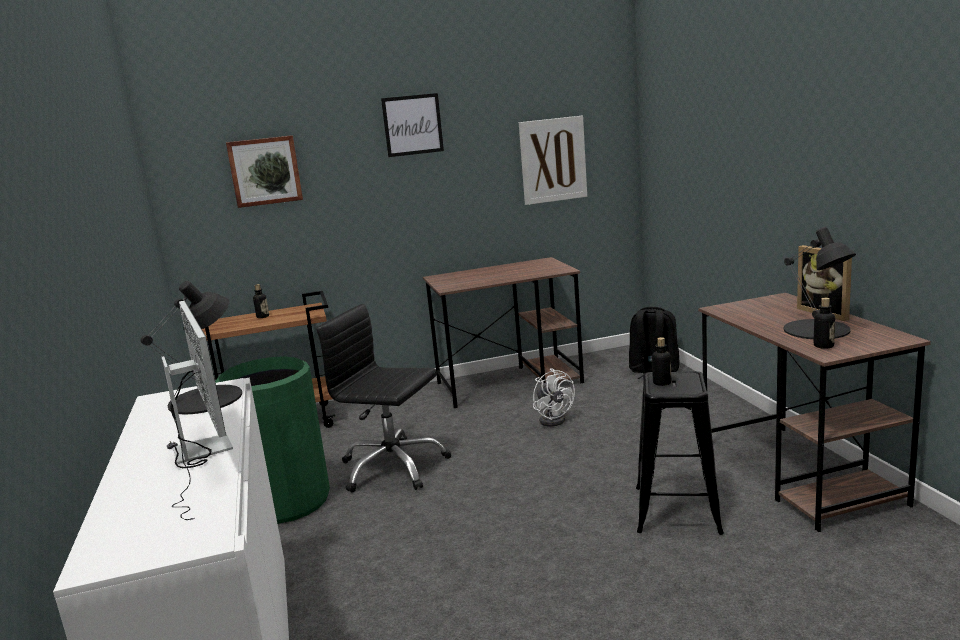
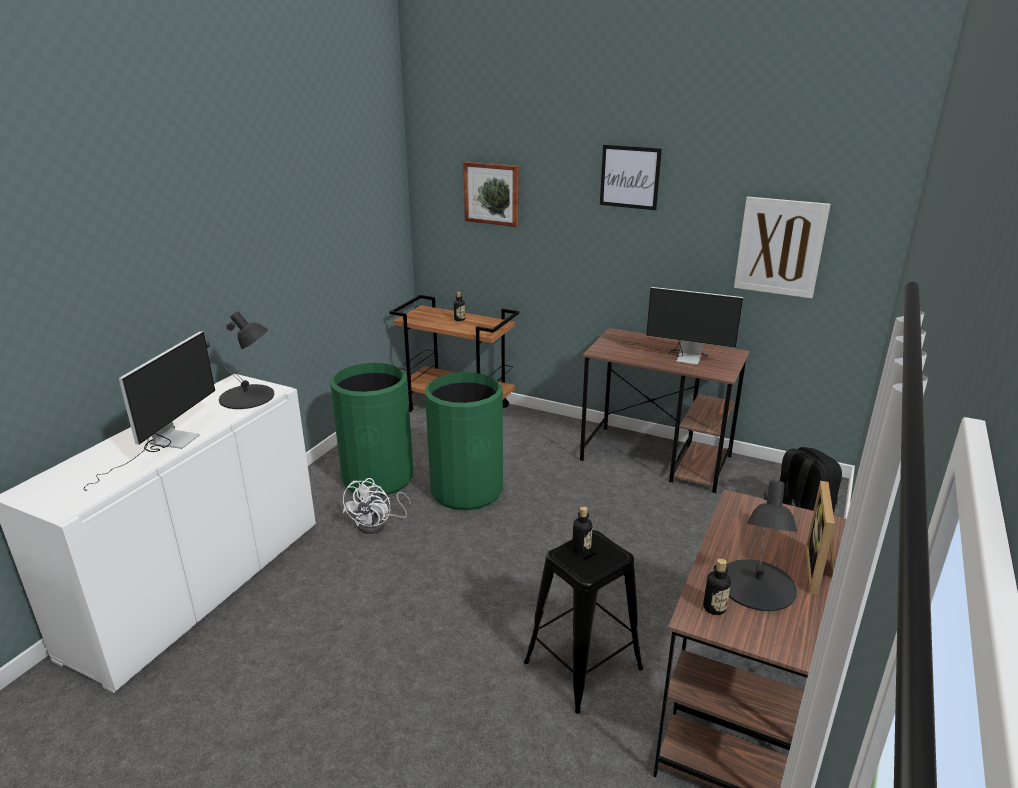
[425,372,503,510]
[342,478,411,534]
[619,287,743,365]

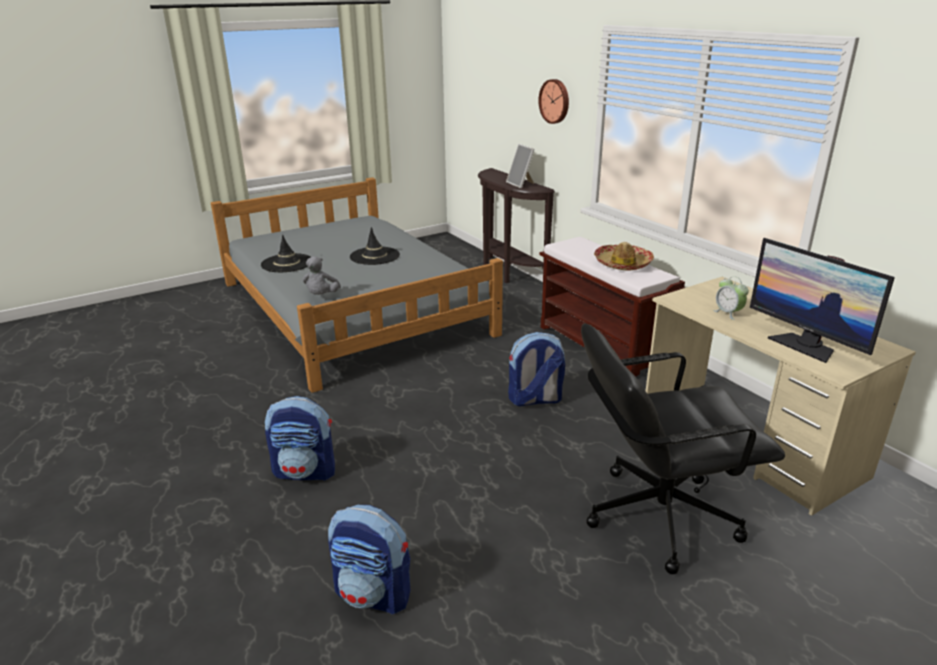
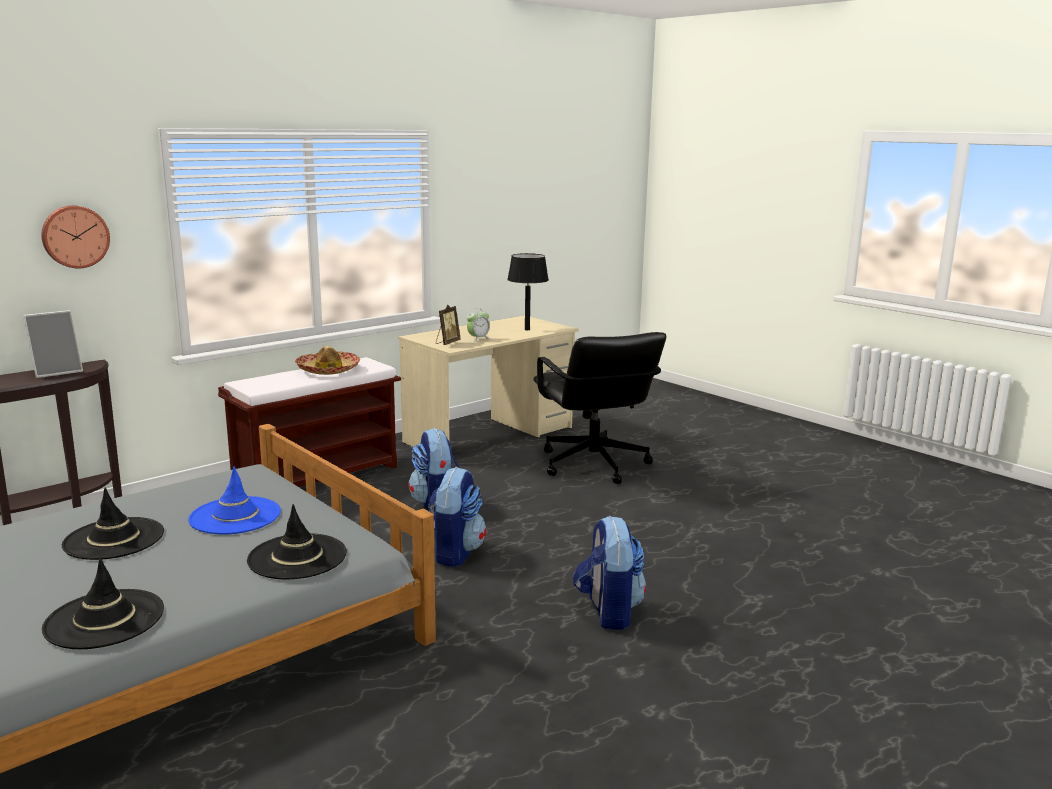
[507,253,549,330]
[247,504,347,580]
[428,467,487,567]
[436,304,460,345]
[188,466,281,535]

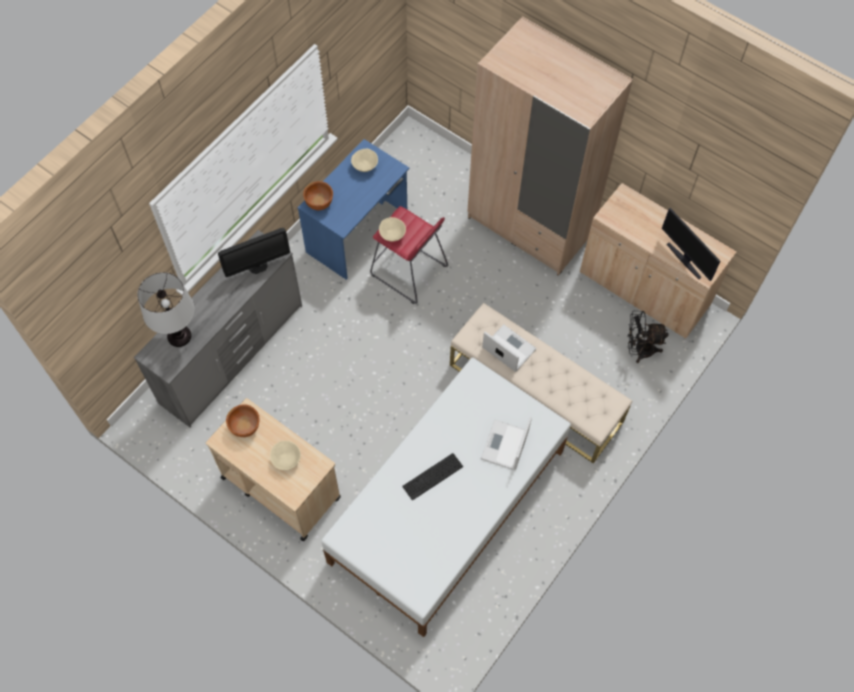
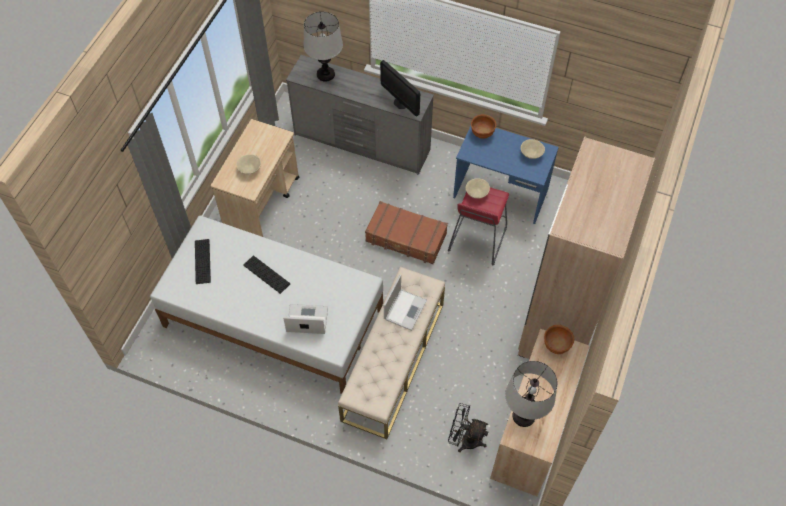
[505,361,557,427]
[448,403,488,452]
[544,325,574,354]
[365,201,448,264]
[195,239,211,284]

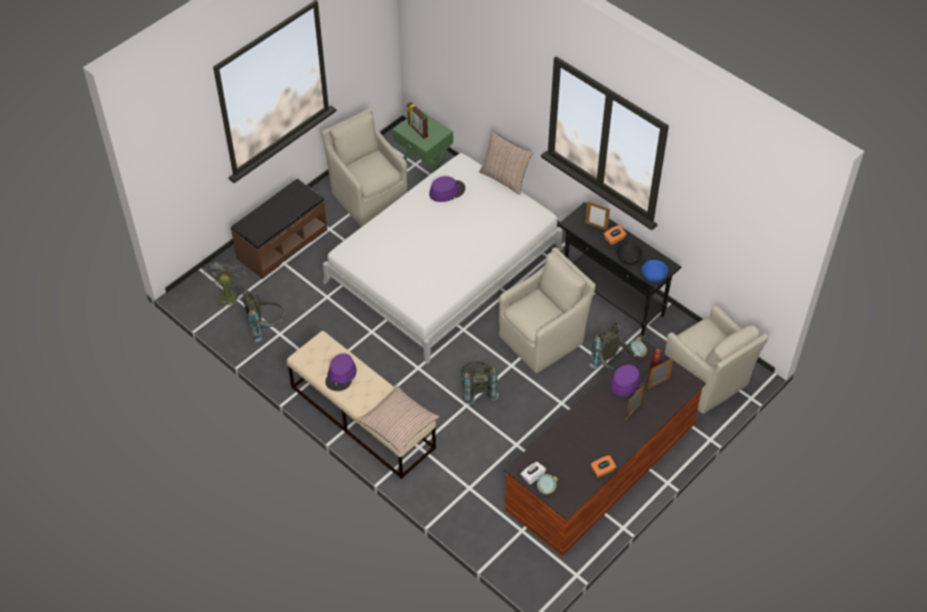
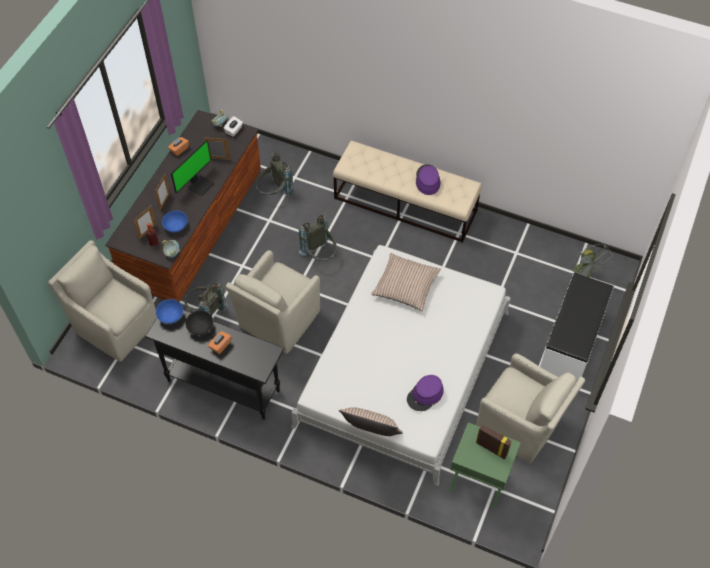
[540,273,614,380]
[204,137,230,160]
[256,152,293,196]
[162,211,188,233]
[371,253,441,311]
[171,140,214,196]

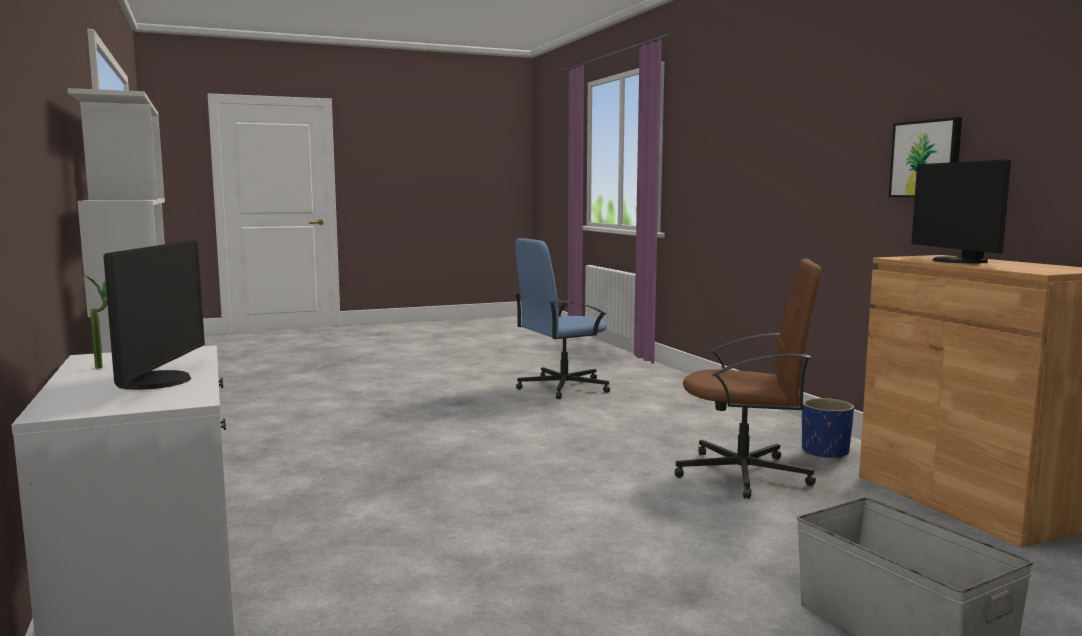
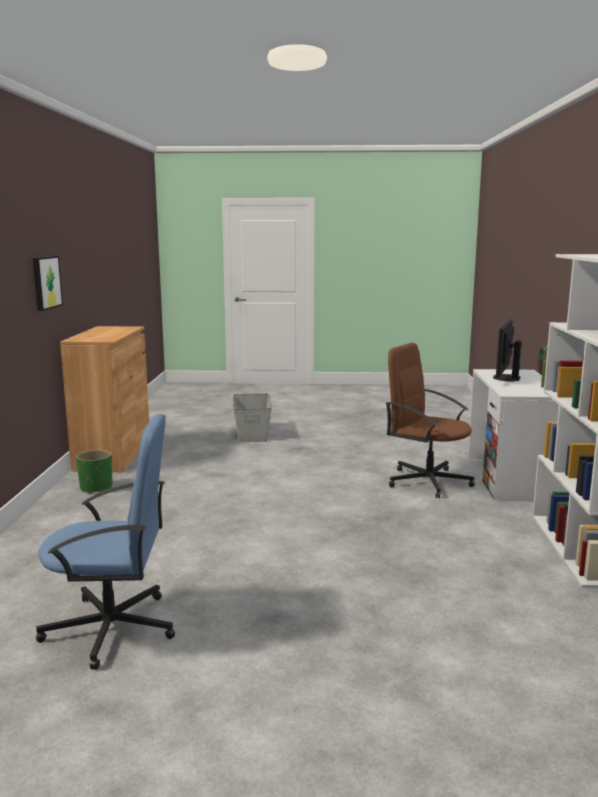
[911,159,1011,264] (first image)
[386,343,475,498]
[76,450,113,494]

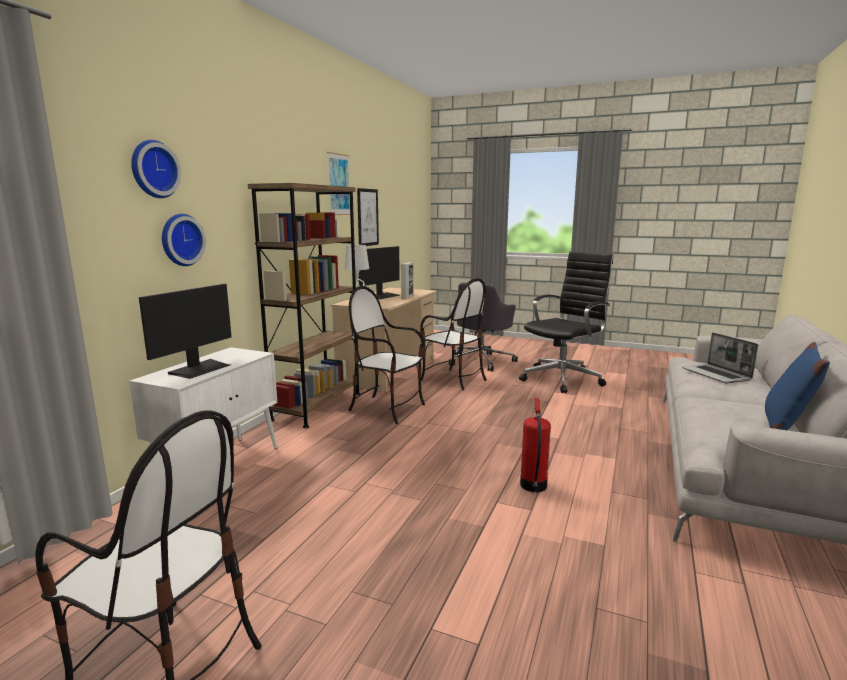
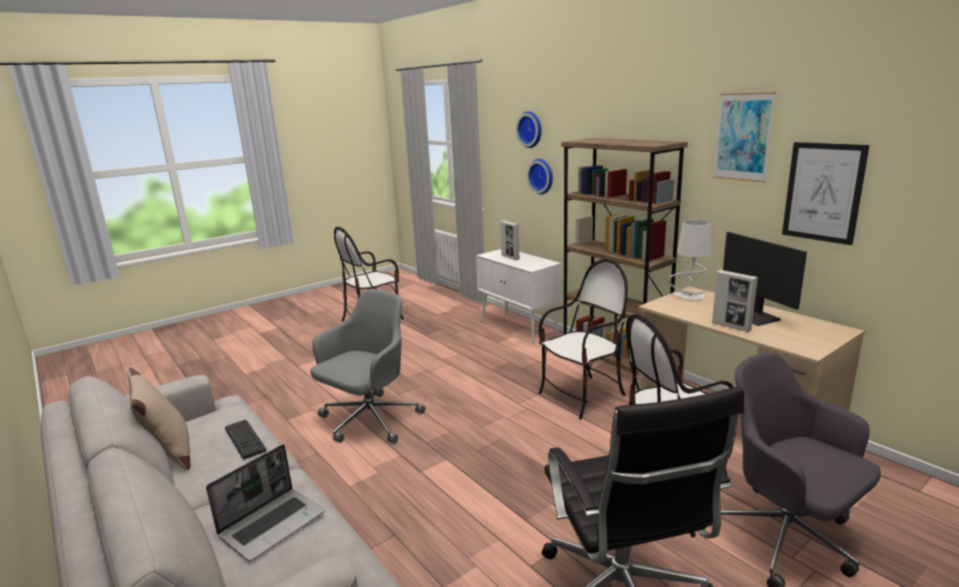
[500,220,520,260]
[206,444,325,561]
[127,368,190,470]
[310,289,425,444]
[225,420,267,460]

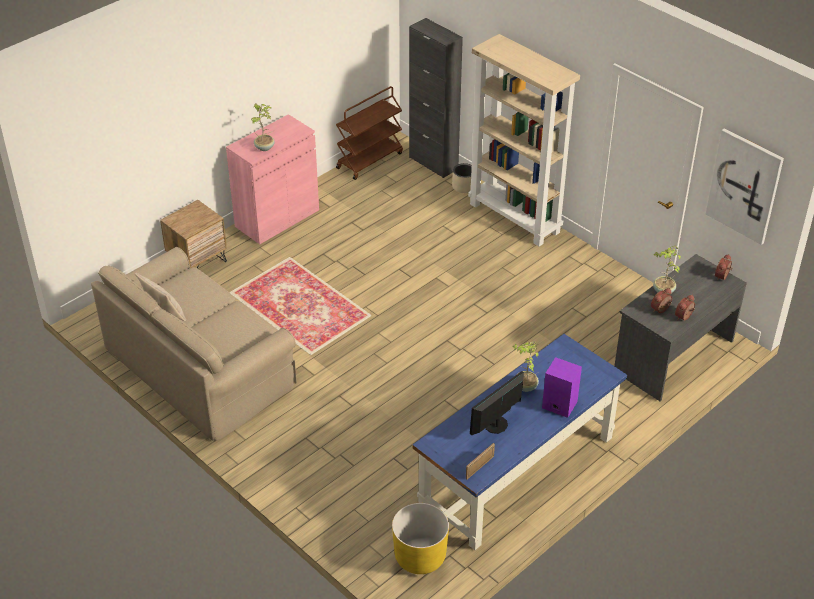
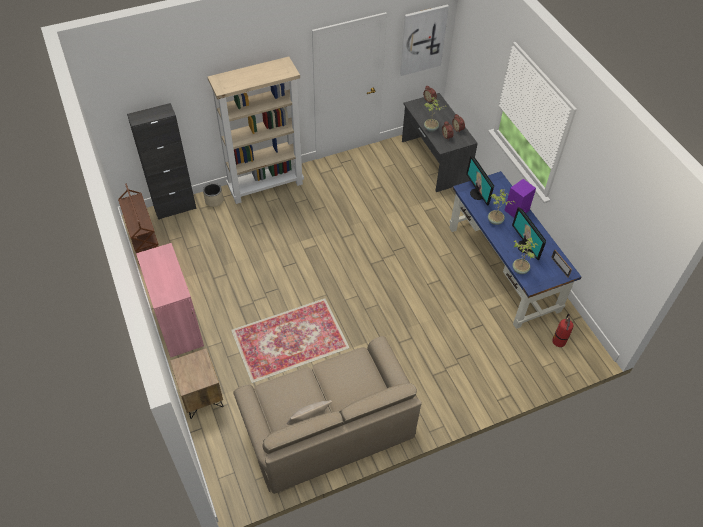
[512,238,539,274]
[552,314,573,347]
[466,156,494,206]

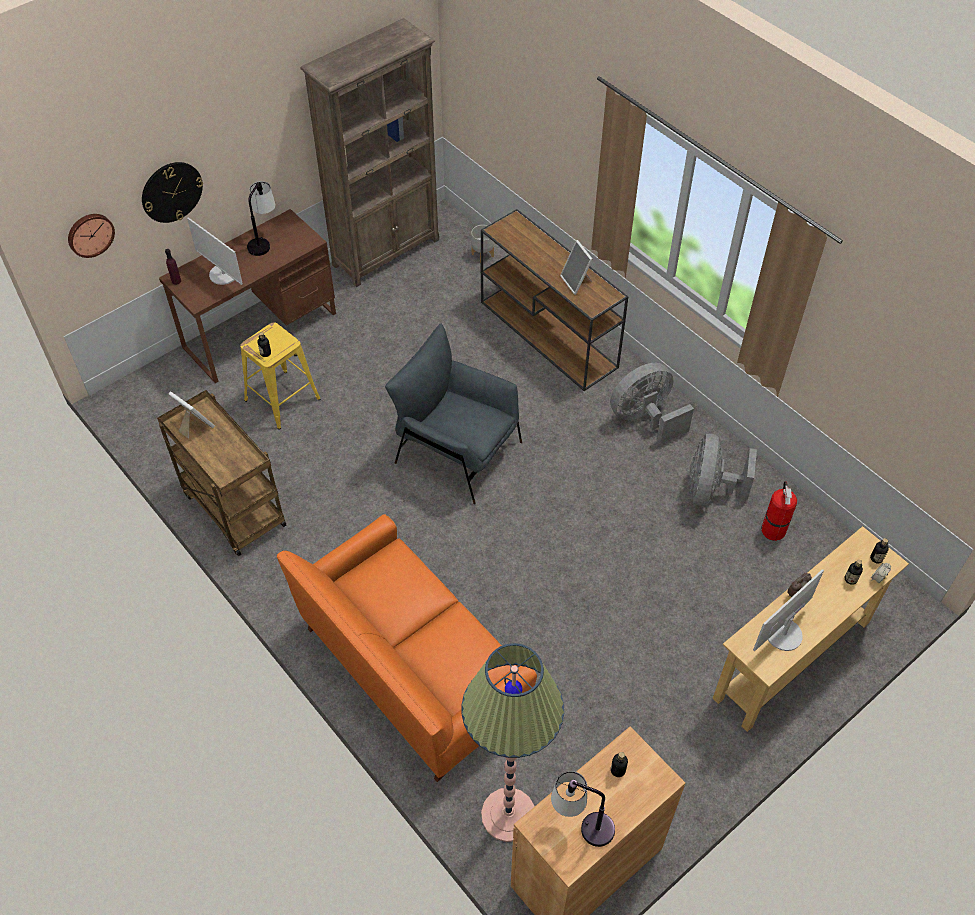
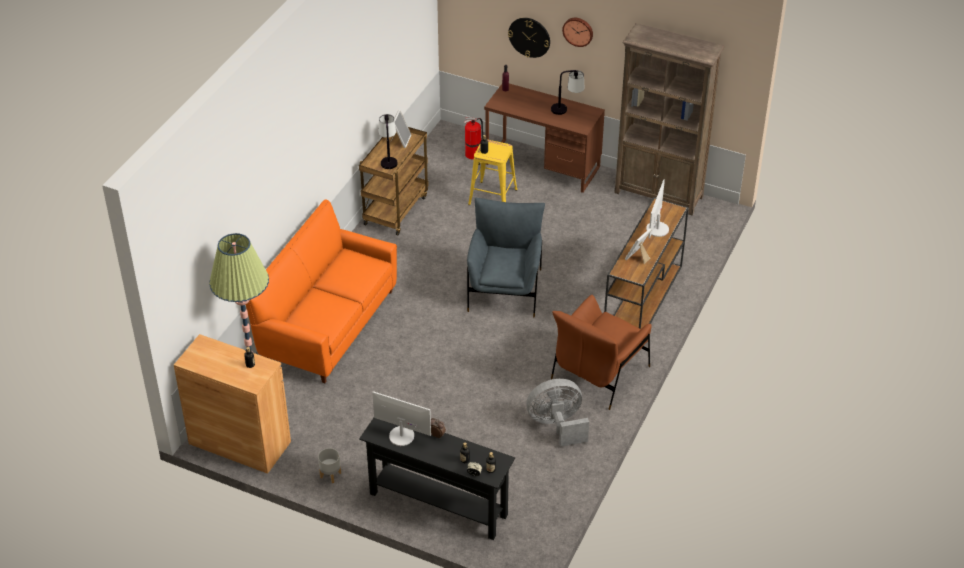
[562,18,593,47]
[646,179,669,239]
[318,448,341,483]
[551,295,652,410]
[464,117,483,160]
[359,418,515,540]
[378,114,398,169]

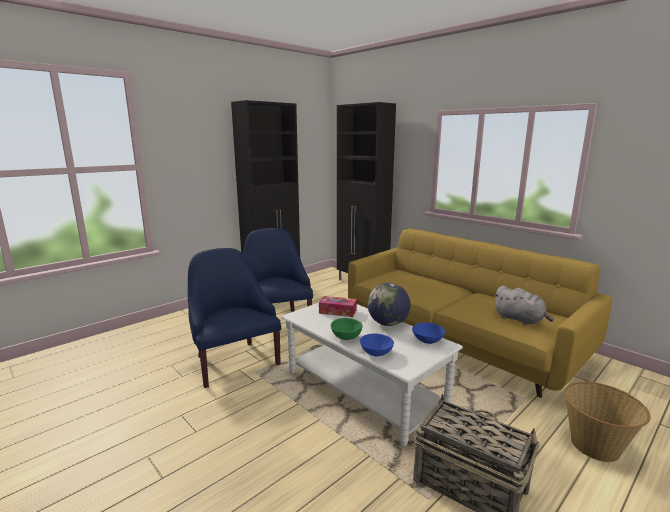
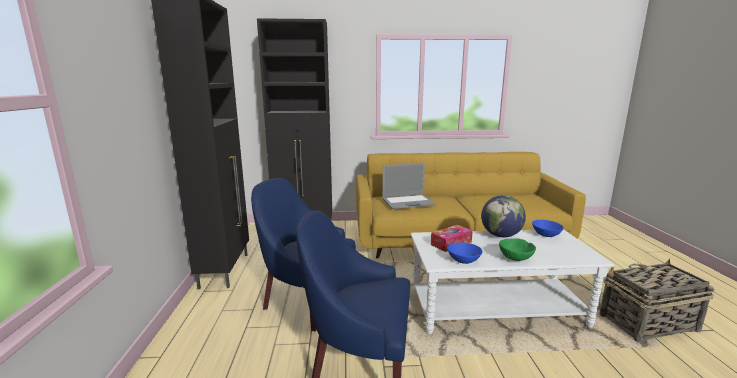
[494,286,554,325] (first image)
[447,242,483,264]
[564,382,651,462] (first image)
[382,163,436,209]

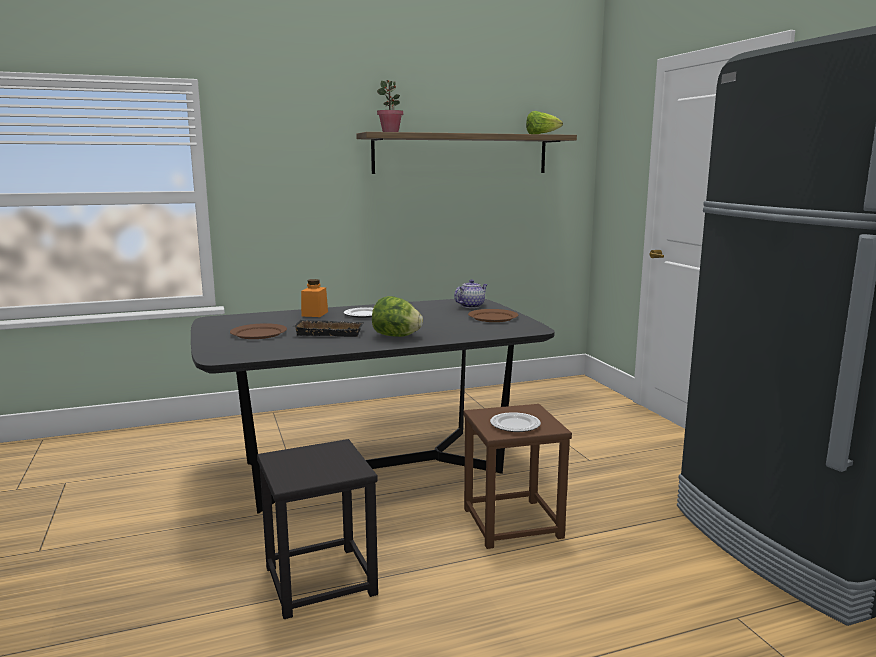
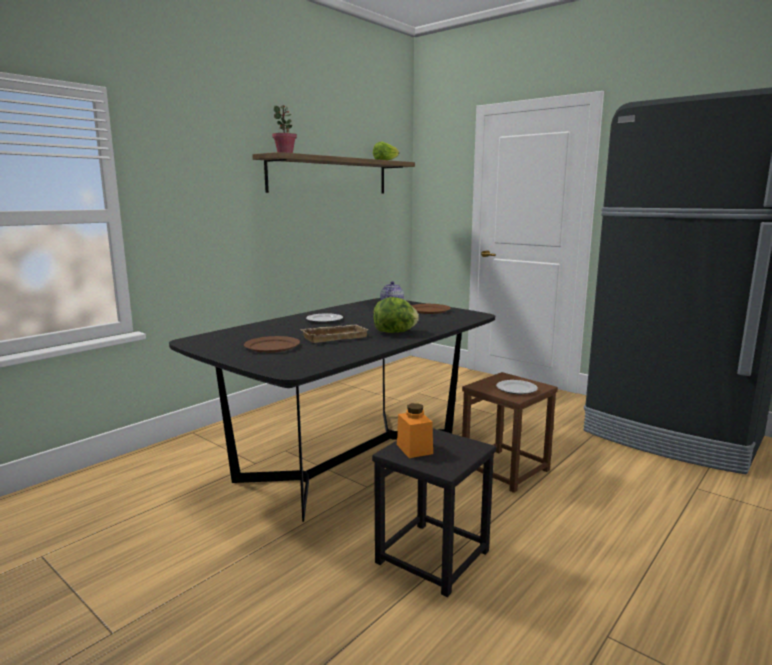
[397,403,433,458]
[300,324,369,343]

